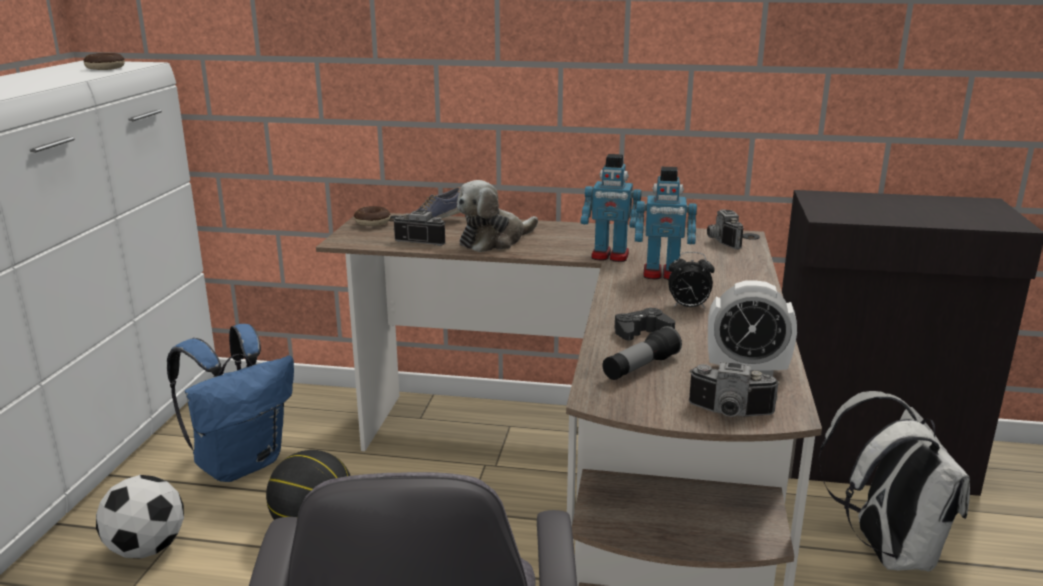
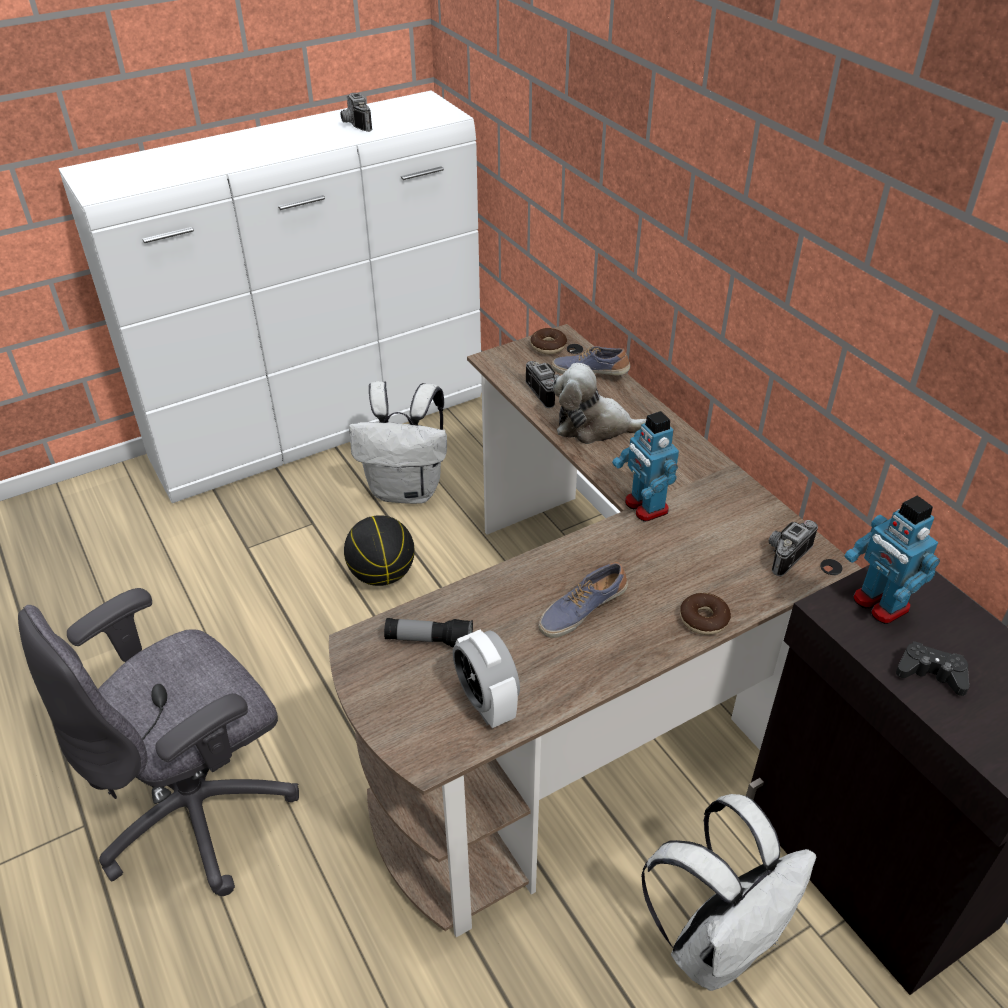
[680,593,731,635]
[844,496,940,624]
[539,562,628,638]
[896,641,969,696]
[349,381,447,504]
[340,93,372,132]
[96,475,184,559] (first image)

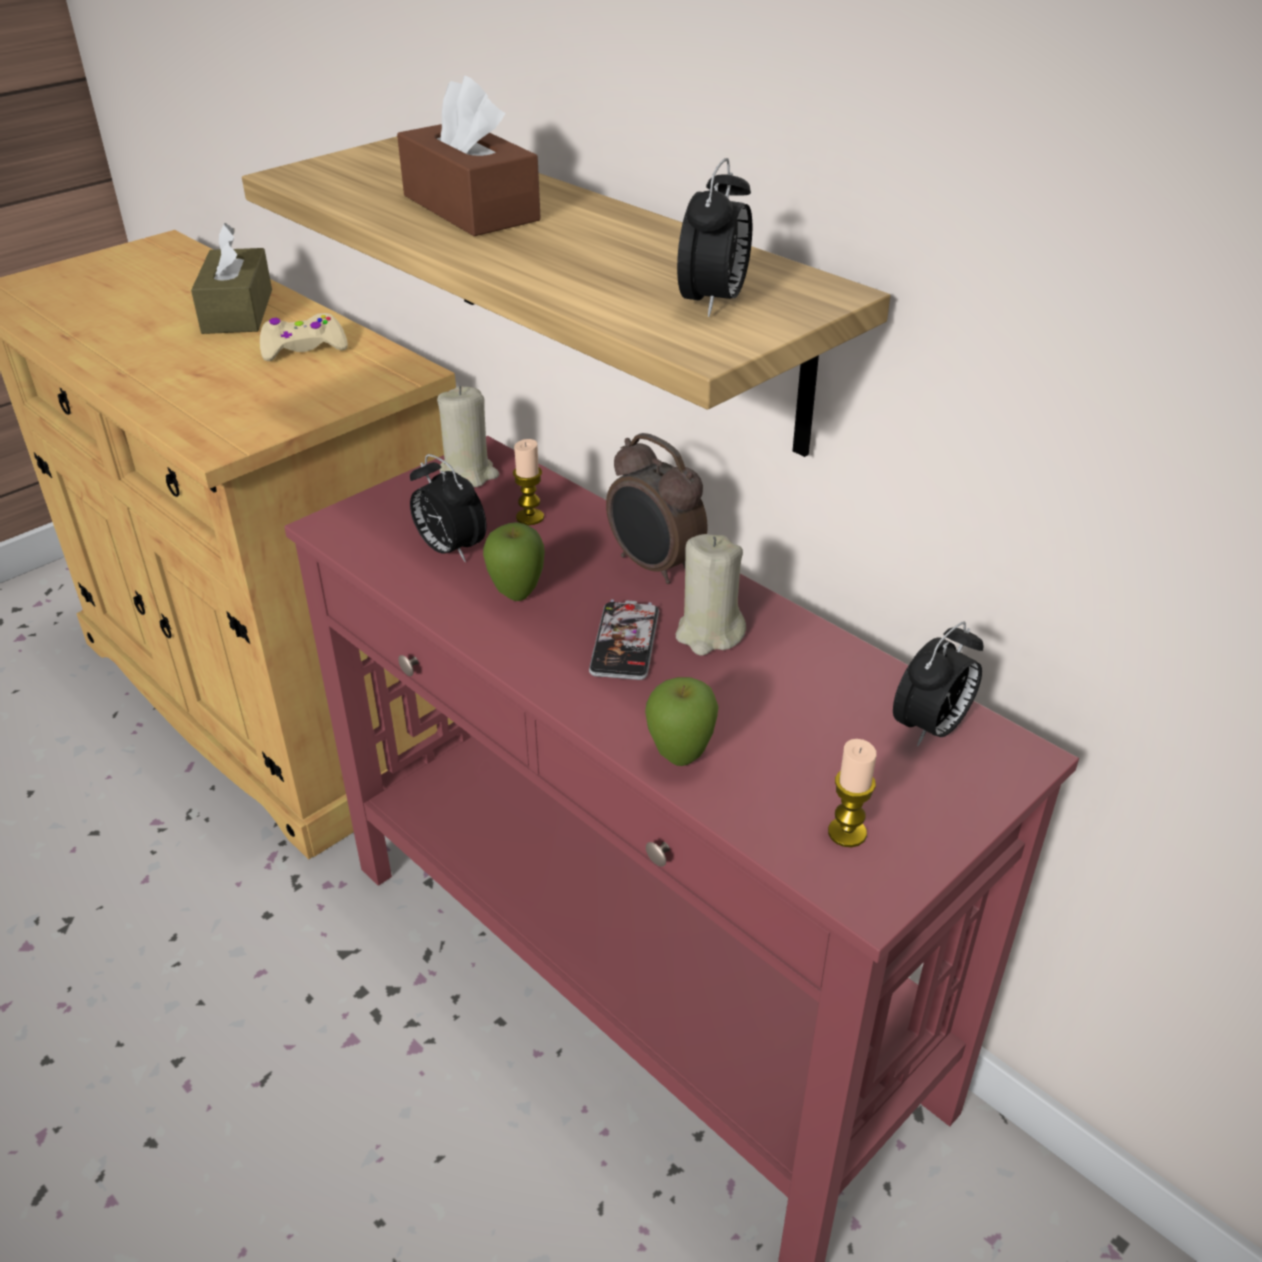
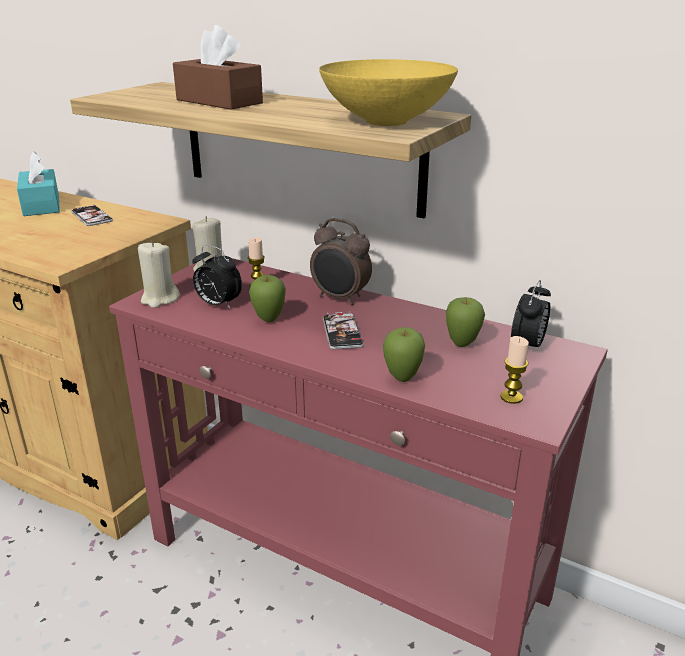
[319,59,458,126]
[17,151,60,216]
[71,205,113,226]
[138,241,180,308]
[446,297,485,347]

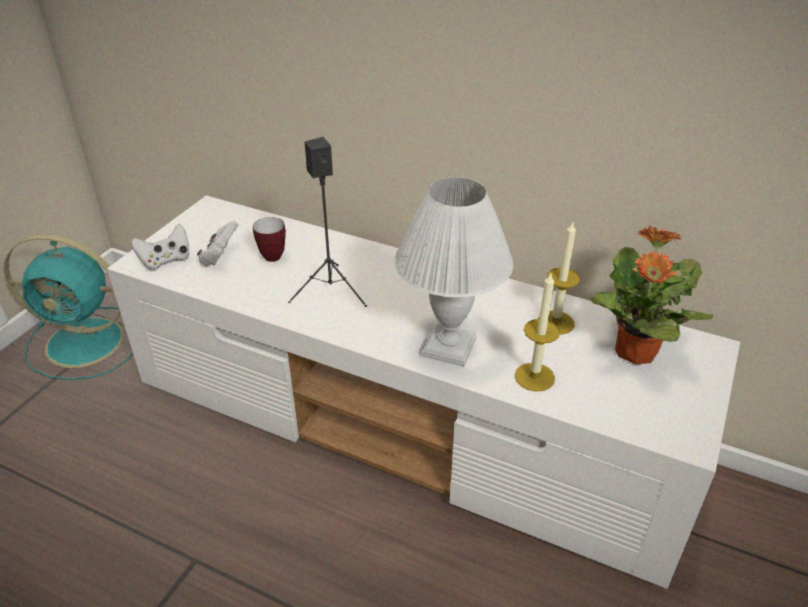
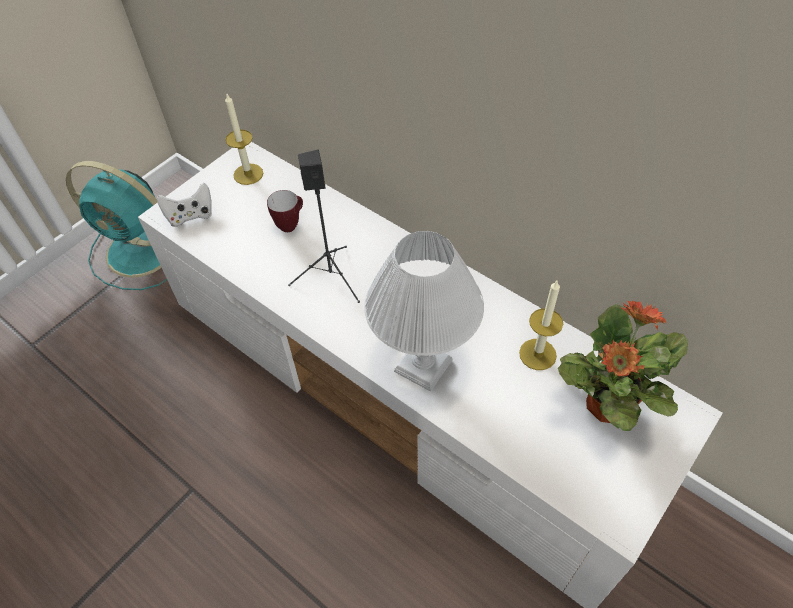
[197,220,239,266] (first image)
[225,94,263,185]

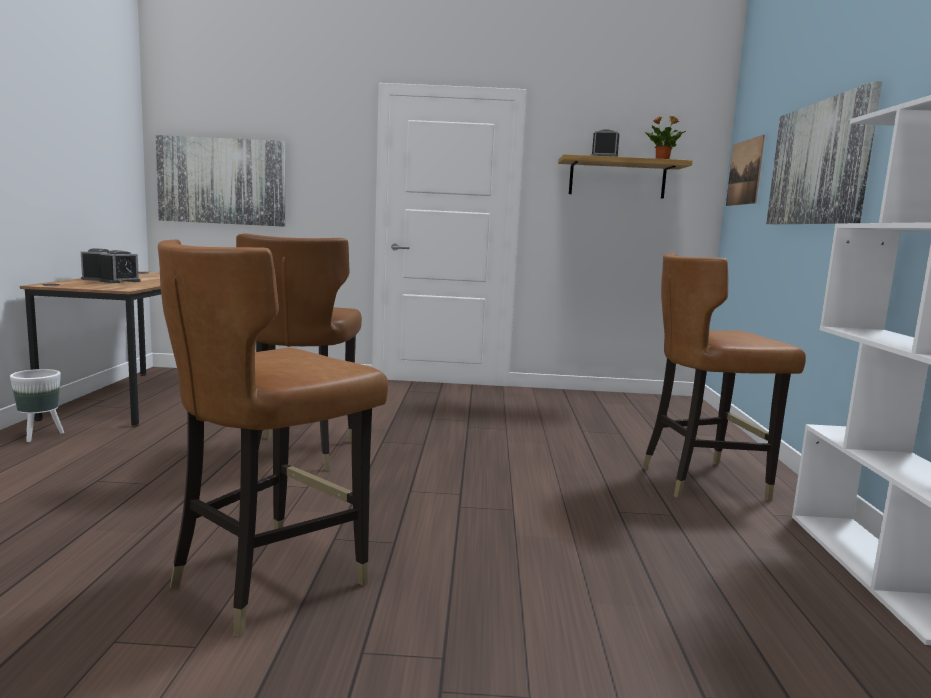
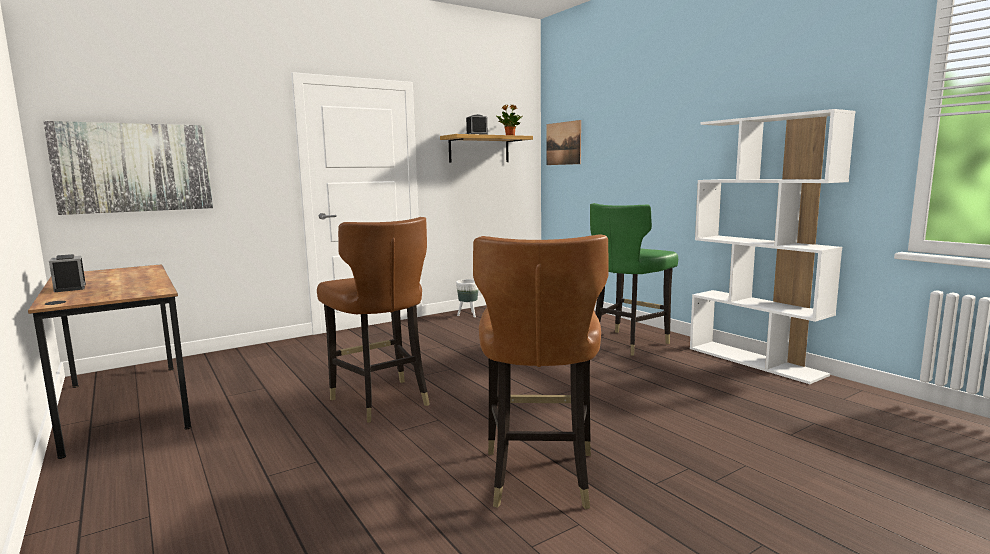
[766,81,882,224] (first image)
[100,250,140,283] (first image)
[590,203,678,356]
[456,279,478,317]

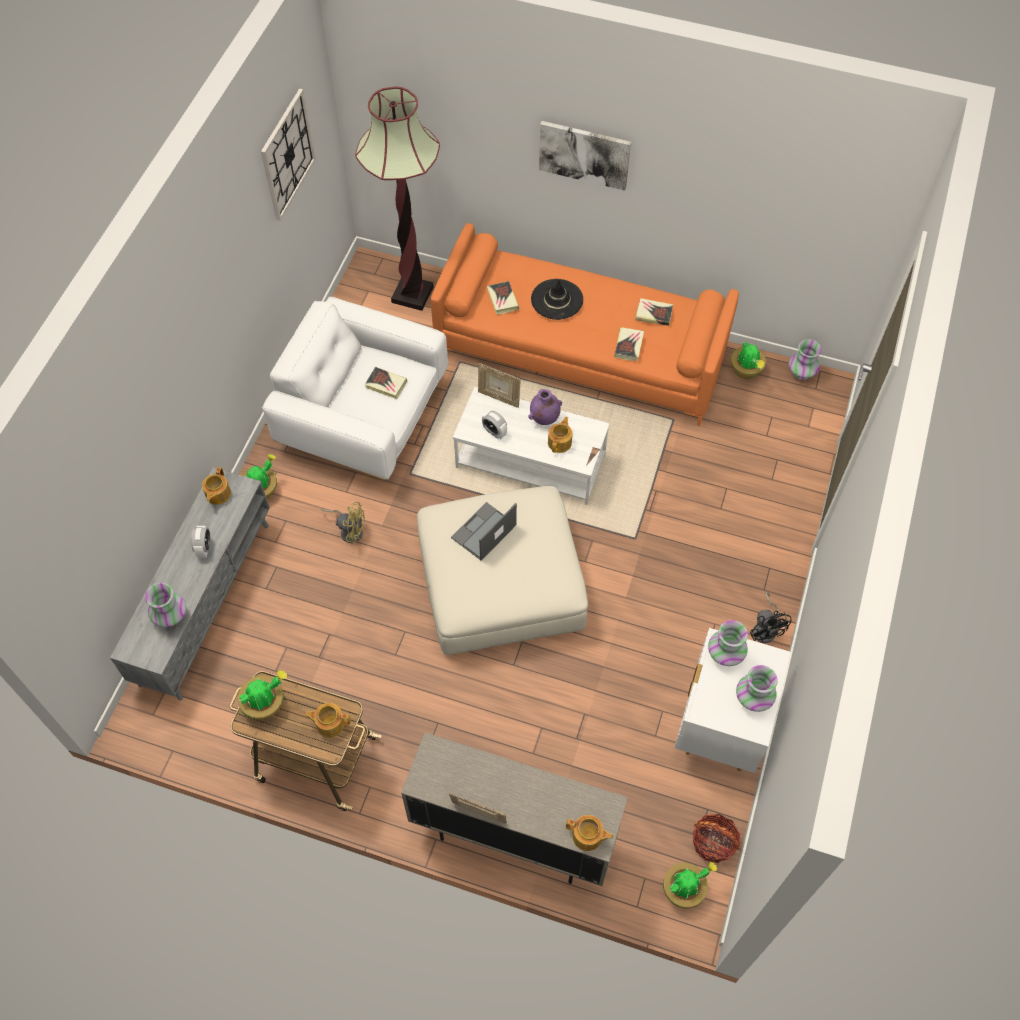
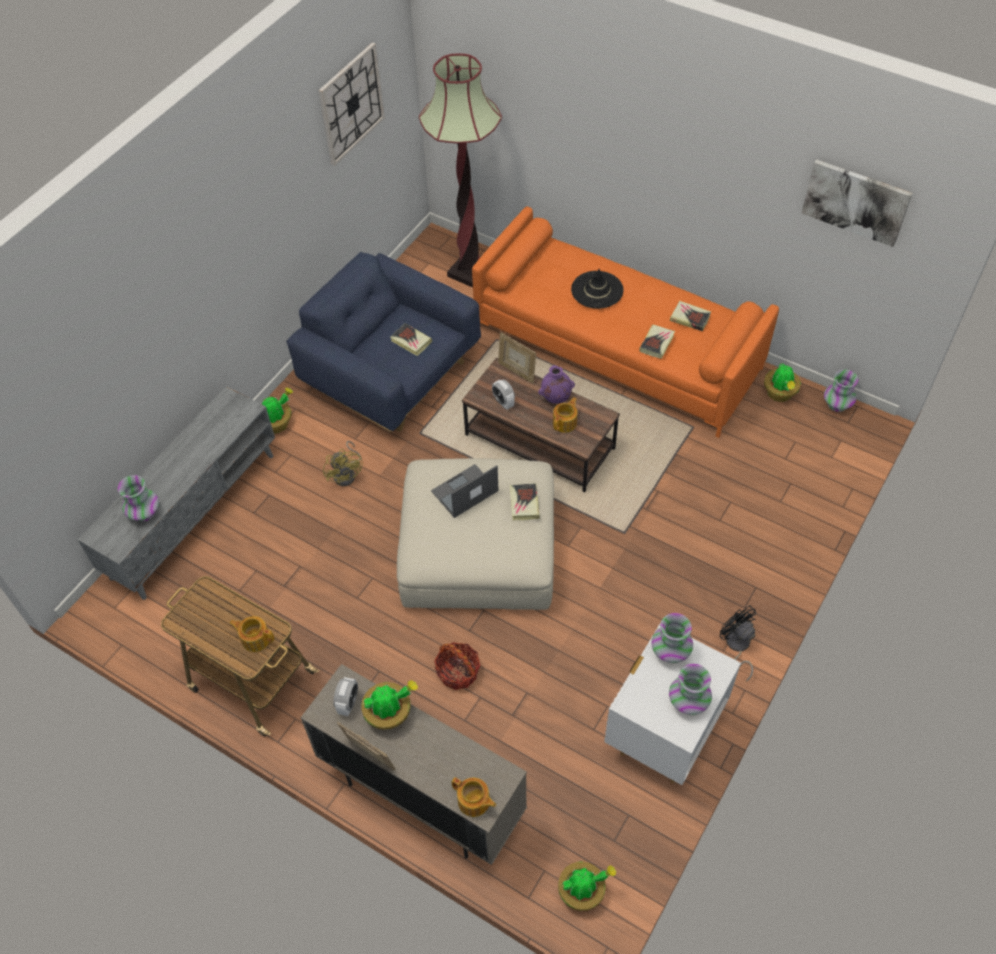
[802,159,913,247]
[510,483,540,520]
[286,252,481,432]
[462,358,620,492]
[202,467,231,505] (first image)
[323,441,363,486]
[334,677,358,716]
[720,605,756,681]
[361,680,418,729]
[434,642,480,690]

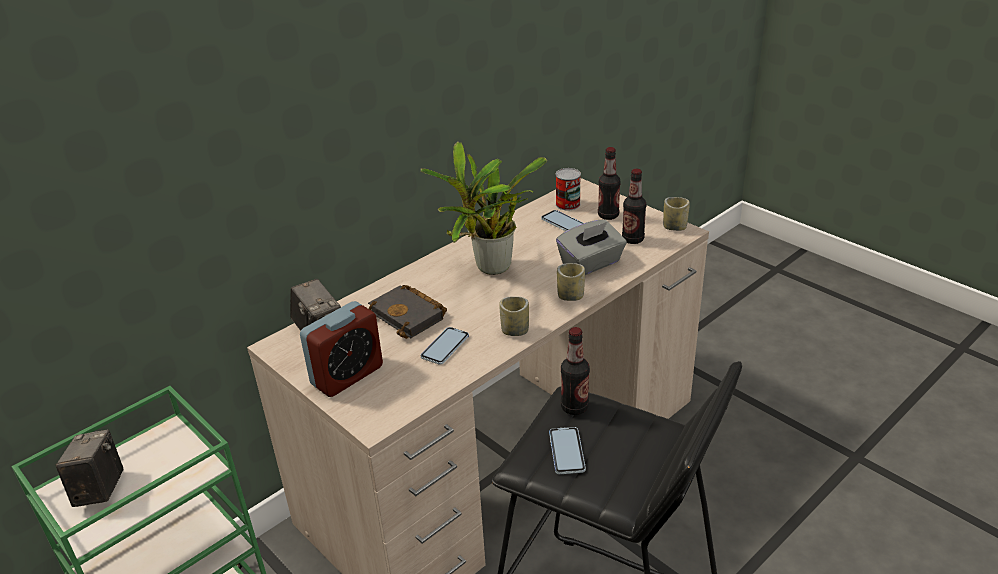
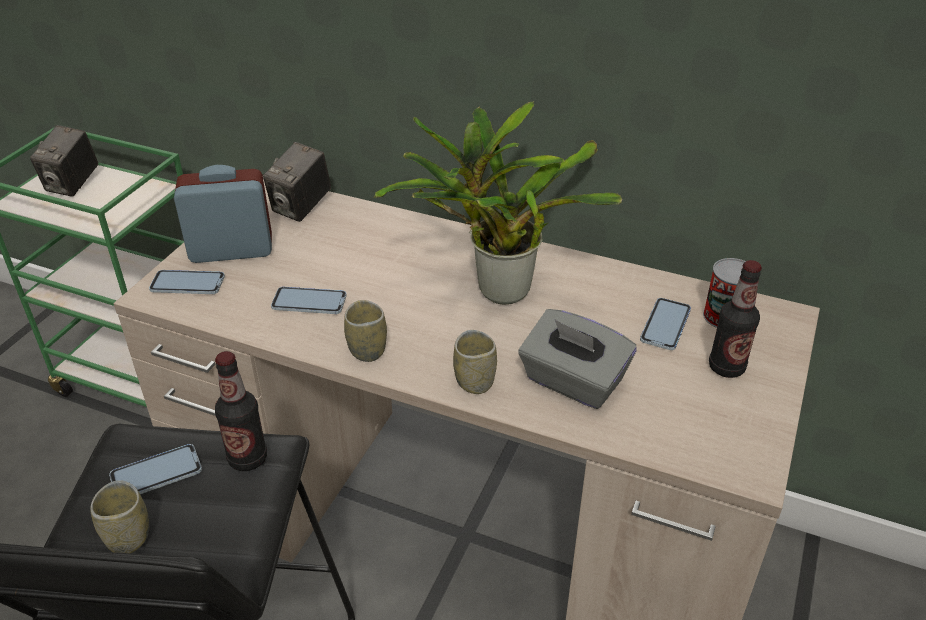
[622,169,646,244] (first image)
[90,480,149,553]
[368,285,447,339] (first image)
[174,165,272,263]
[30,125,98,197]
[149,270,225,294]

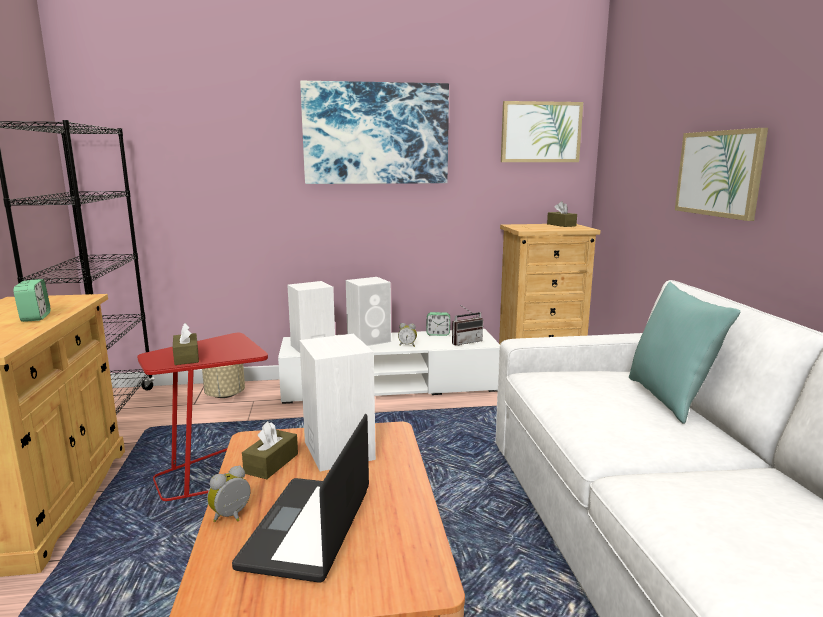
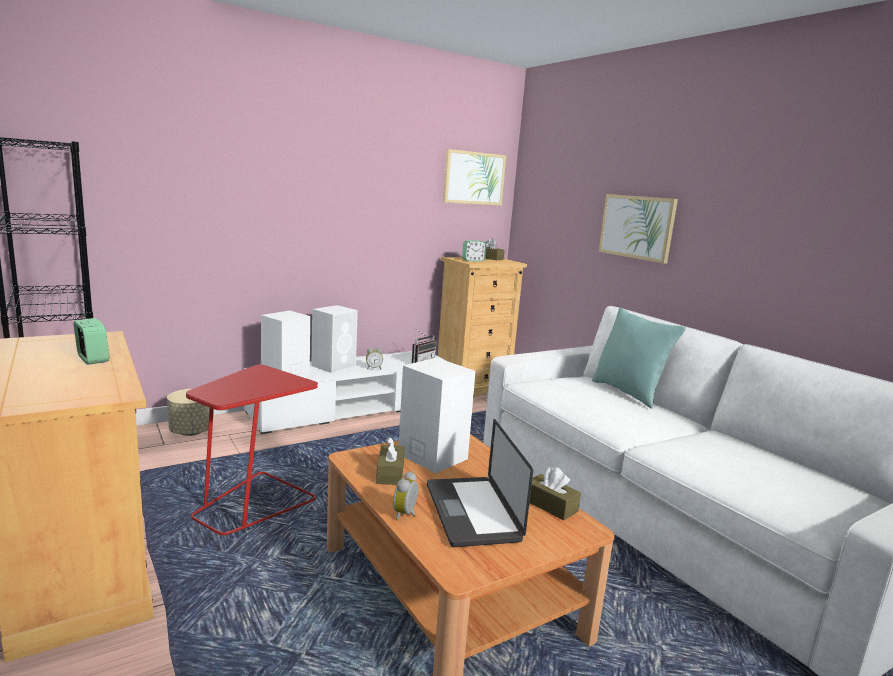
[300,81,449,184] (first image)
[462,240,486,262]
[530,467,581,521]

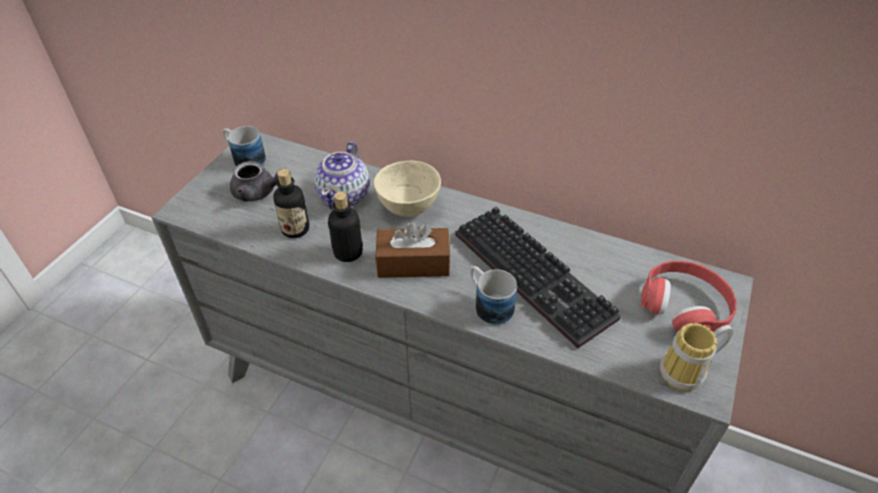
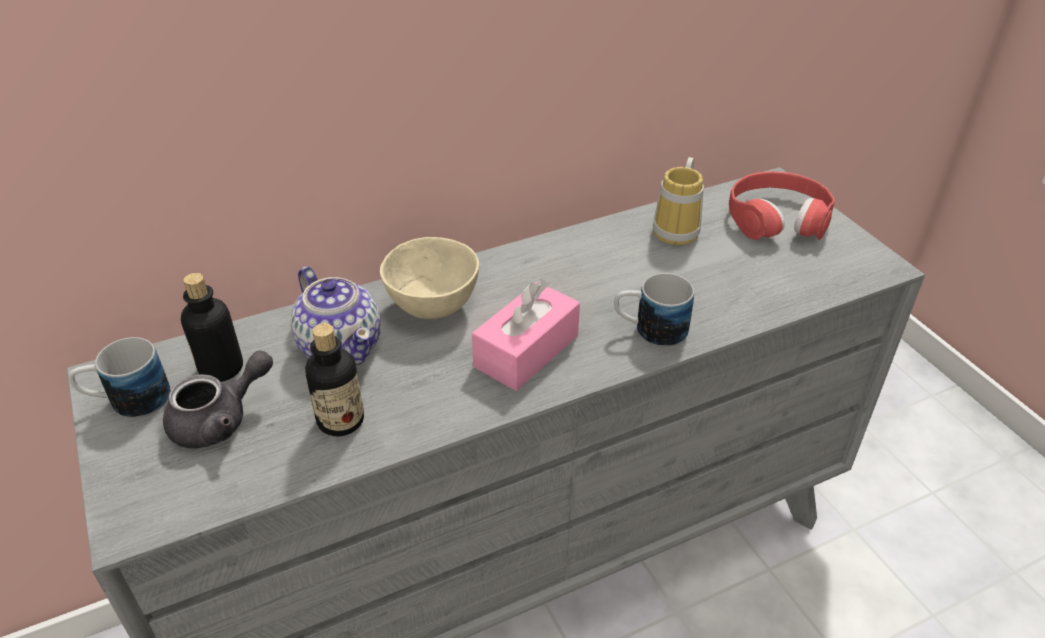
[181,273,243,382]
[455,207,621,348] (first image)
[472,279,580,391]
[653,157,704,245]

